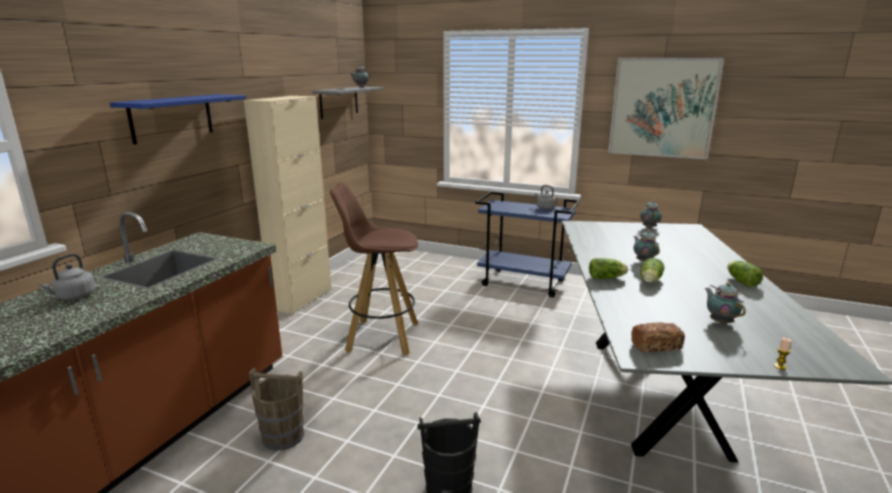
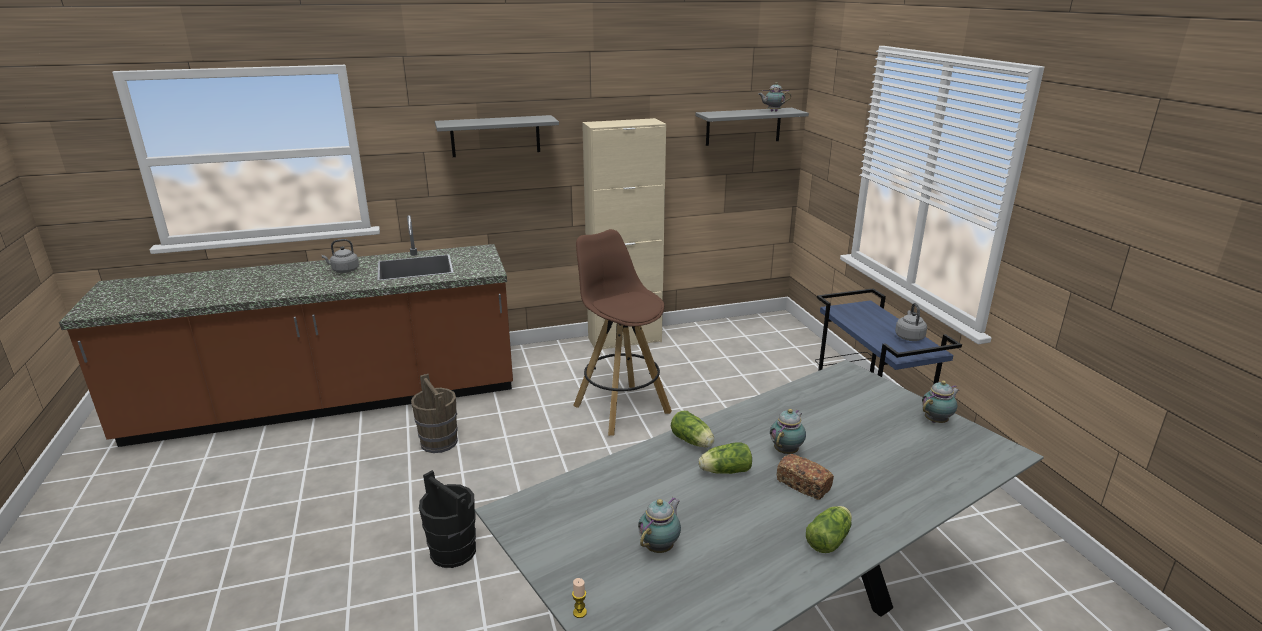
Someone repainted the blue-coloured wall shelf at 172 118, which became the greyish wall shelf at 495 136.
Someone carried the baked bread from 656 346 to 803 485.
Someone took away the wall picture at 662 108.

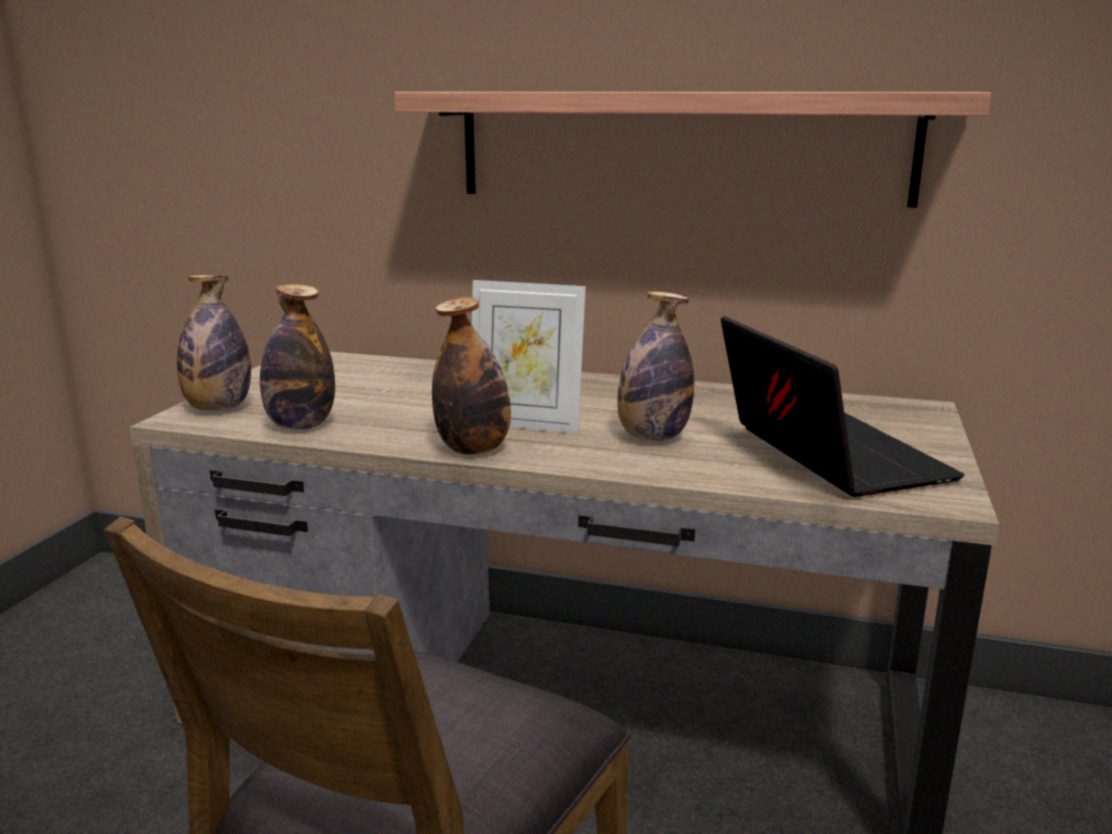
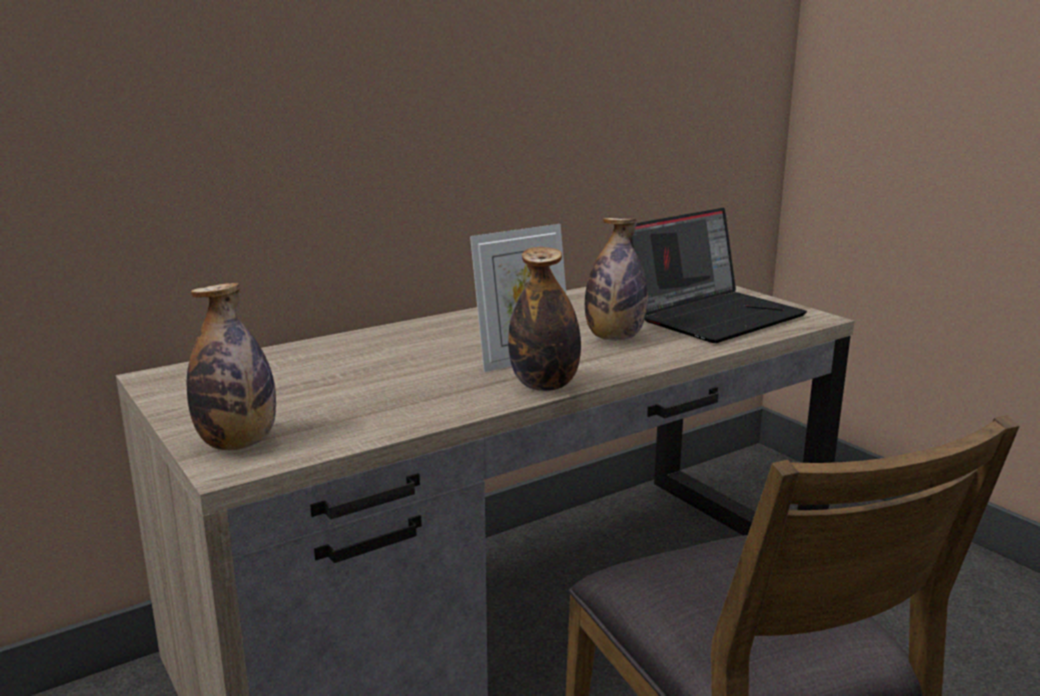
Someone rotated the portable computer at 826 455 by 120 degrees clockwise.
Someone took away the beverage bottle at 301 425.
Someone took away the wall shelf at 680 146.

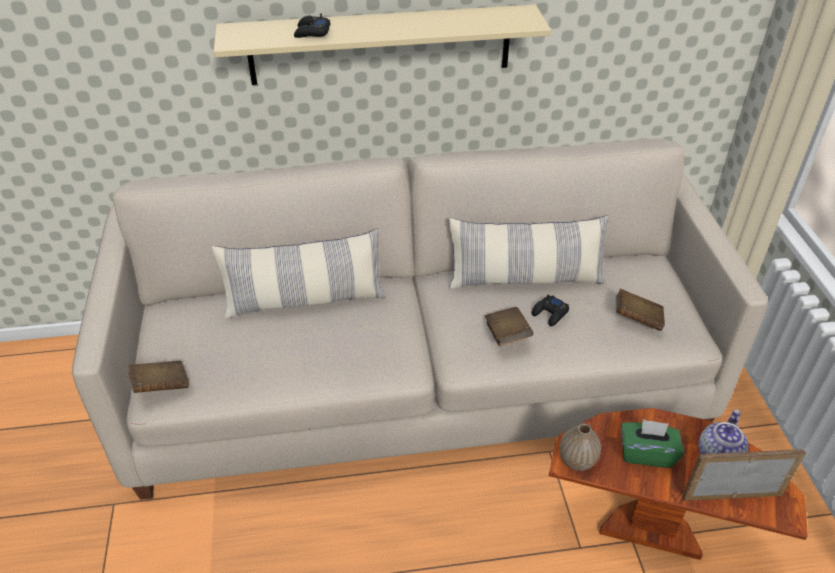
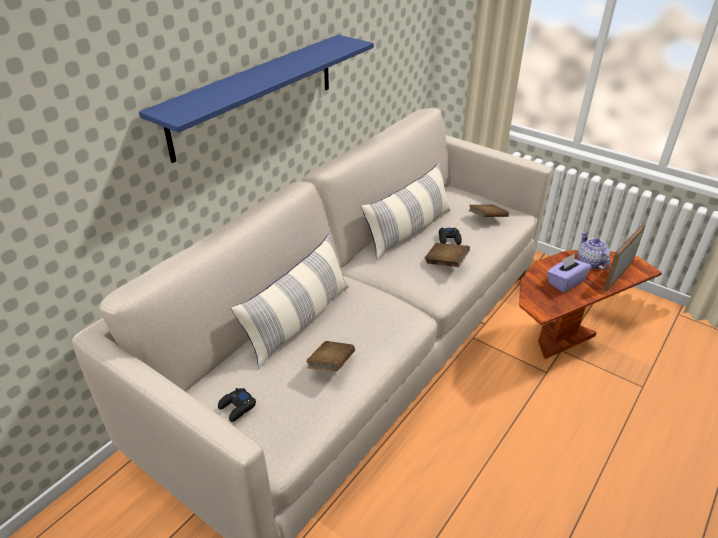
Someone repainted the beige wall shelf at 380 45, which became the blue-coloured wall shelf at 255 95.
Someone carried the black game controller from 312 32 to 237 407.
Someone carried the brown-coloured volume from 161 386 to 331 365.
Someone repainted the green-coloured box of tissues at 646 453, which became the purplish box of tissues at 565 282.
Someone took away the vase at 577 461.

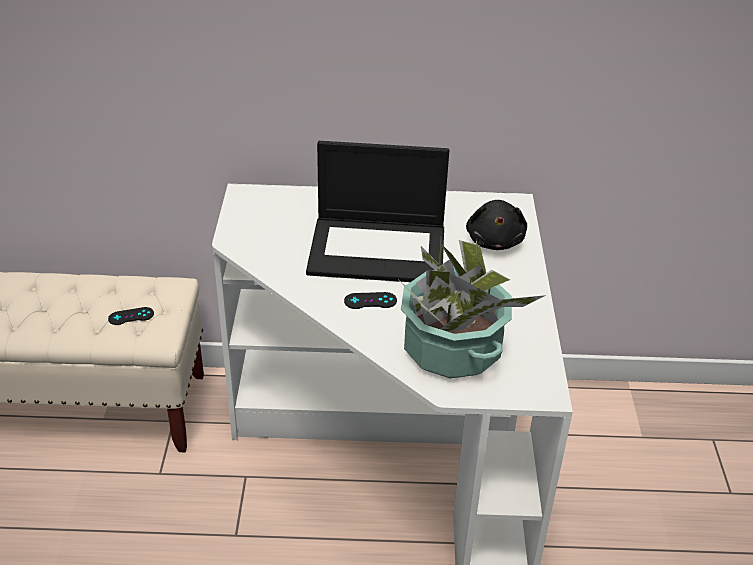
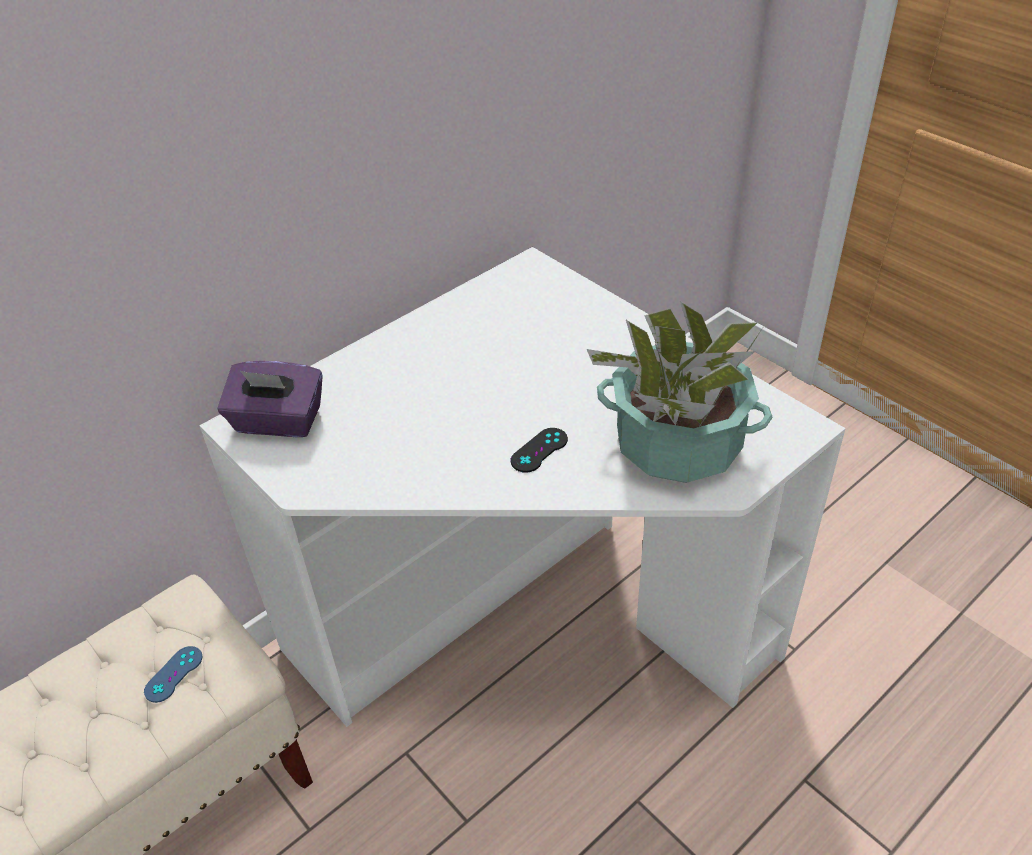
Someone repainted the black game controller at 131 316, which became the blue-coloured game controller at 174 674.
Someone put down the purplish box of tissues at 278 421.
Someone took away the portable computer at 379 249.
Someone took away the black plush toy at 495 241.

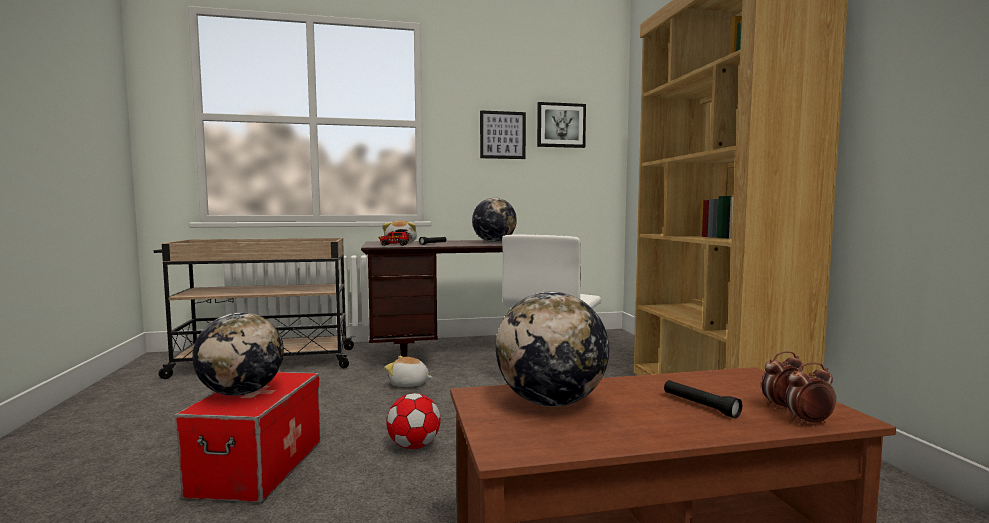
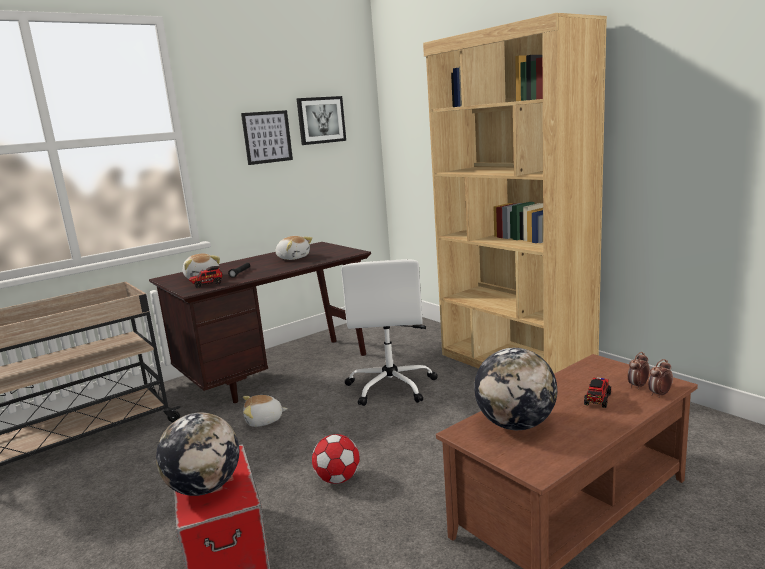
Someone swapped the world globe at 494 242 for the plush toy at 293 258.
Someone swapped the black hand torch at 700 405 for the model truck at 598 399.

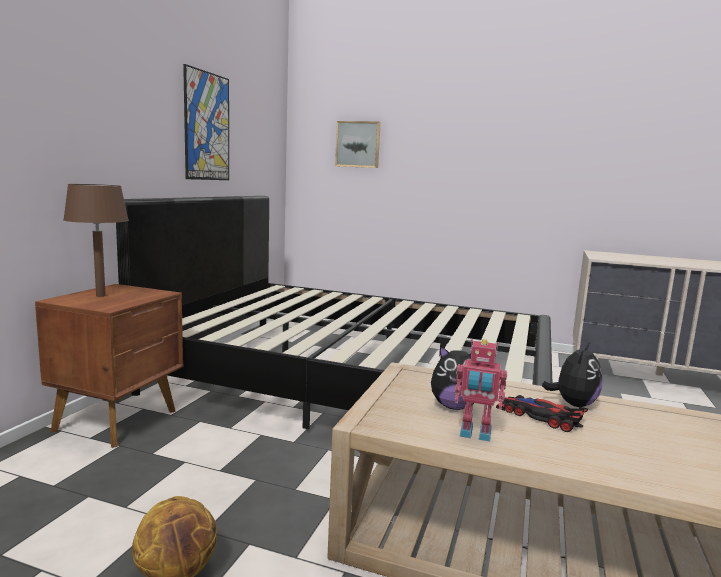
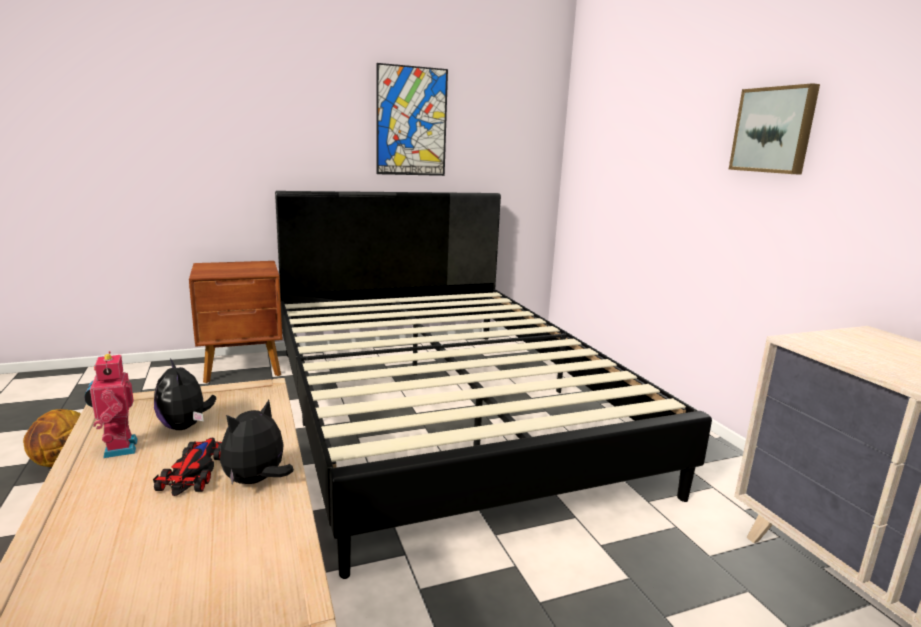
Someone rotated the plush toy at 573 404 by 135 degrees clockwise.
Someone carried the wall picture from 358 144 to 774 130.
Someone took away the brown-coloured lamp for a table at 100 296.

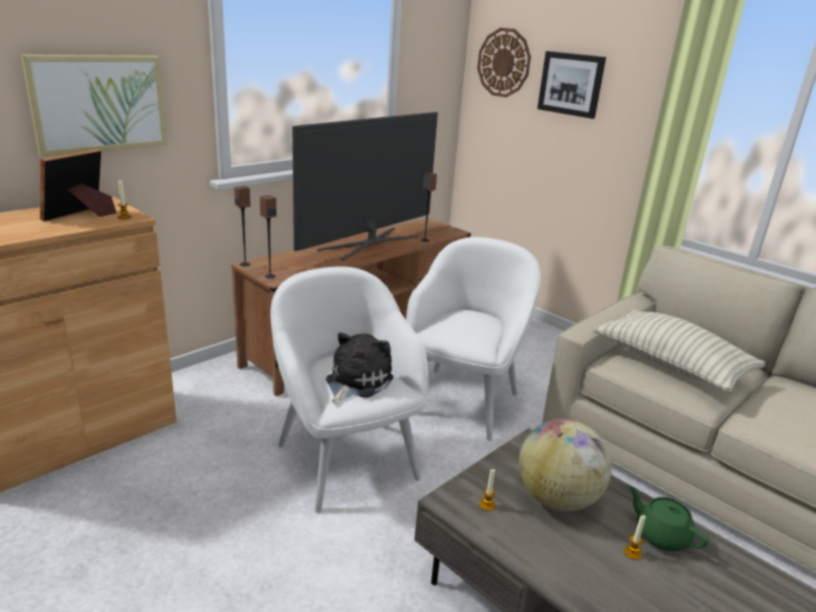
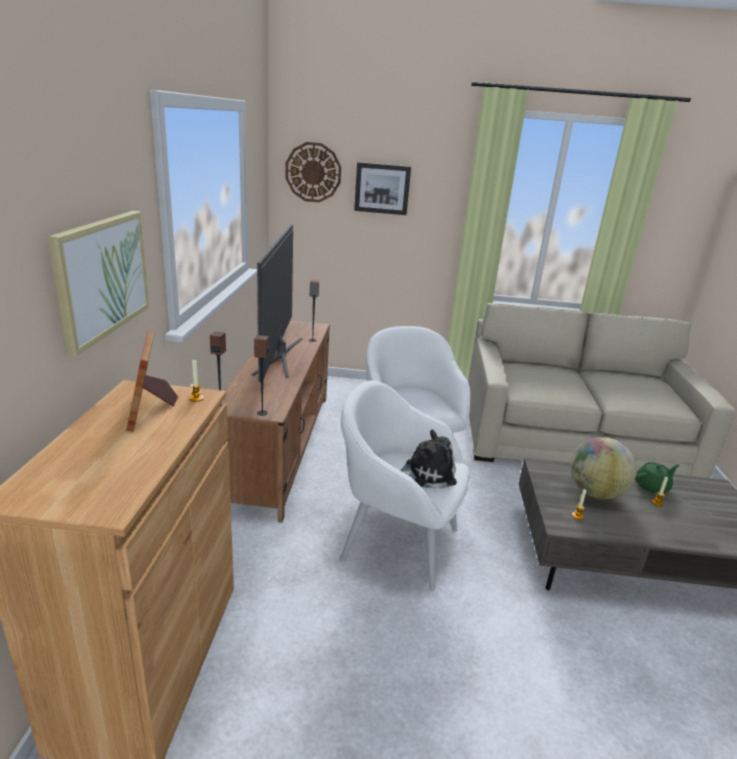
Someone rotated the plush toy at 356 381 by 90 degrees clockwise.
Someone rotated the green-coloured tea pot at 661 535 by 150 degrees clockwise.
Someone took away the cushion at 671 365.

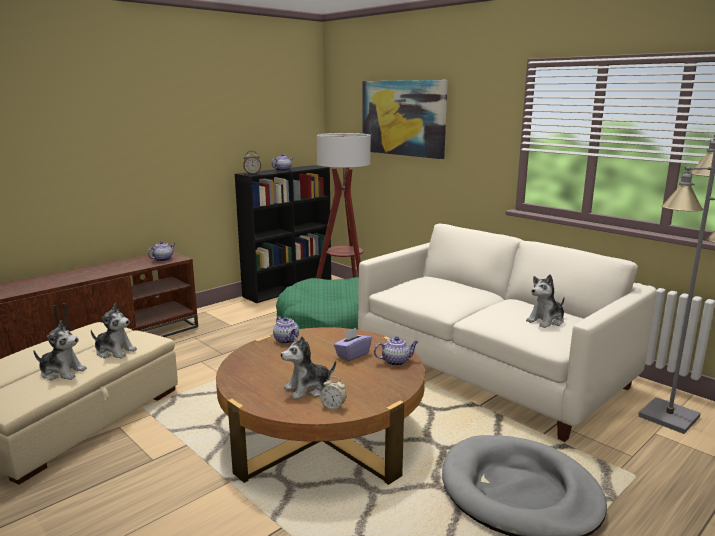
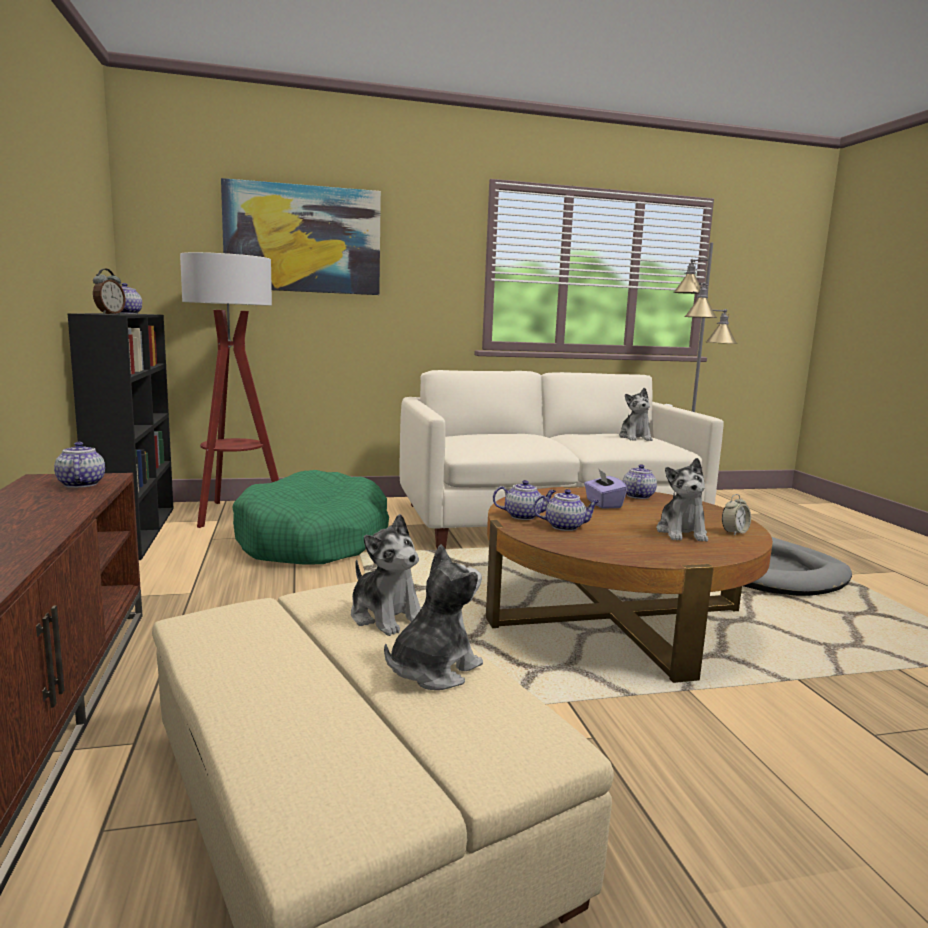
Someone rotated the plush toy at 115 351 by 90 degrees clockwise.
Someone put down the tea pot at 565 527.

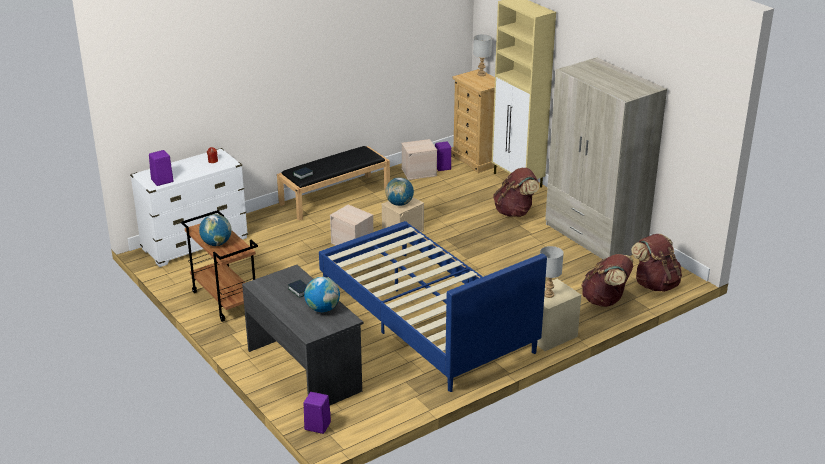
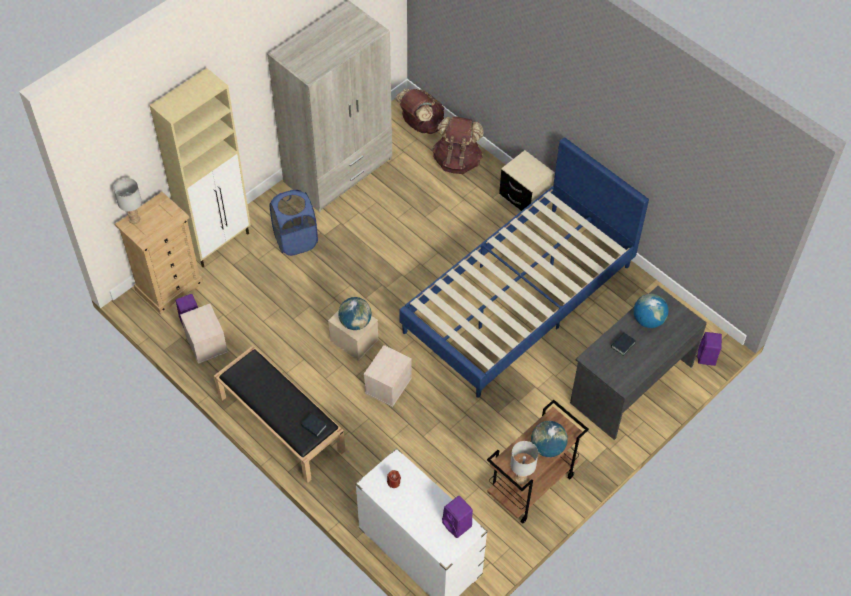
Someone swapped the brown-coloured rucksack at 515 212 for the blue-coloured washing basket at 296 240.
Someone carried the greyish lamp for a table from 549 295 to 521 478.

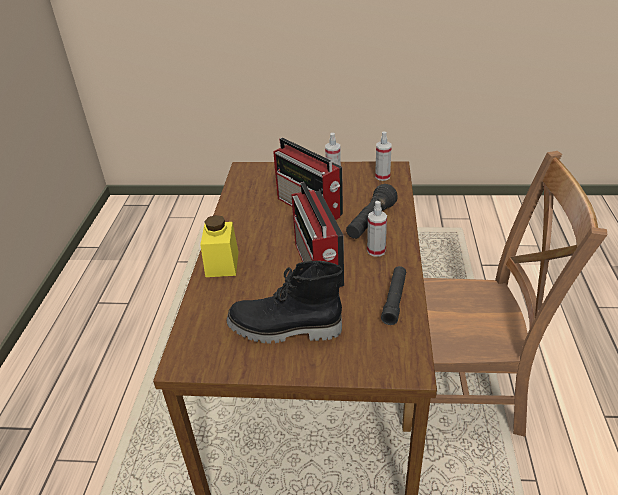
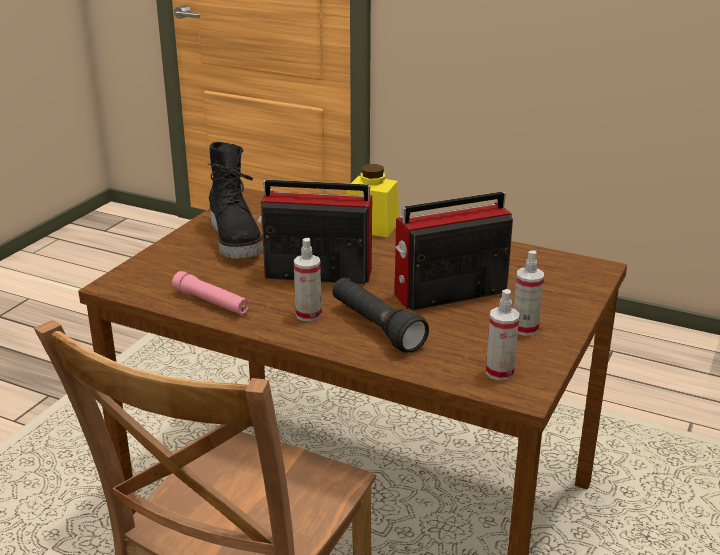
Someone repainted the black hand torch at 394 299, which became the pinkish hand torch at 211 302.
Someone rotated the black boot at 284 330 by 135 degrees clockwise.

